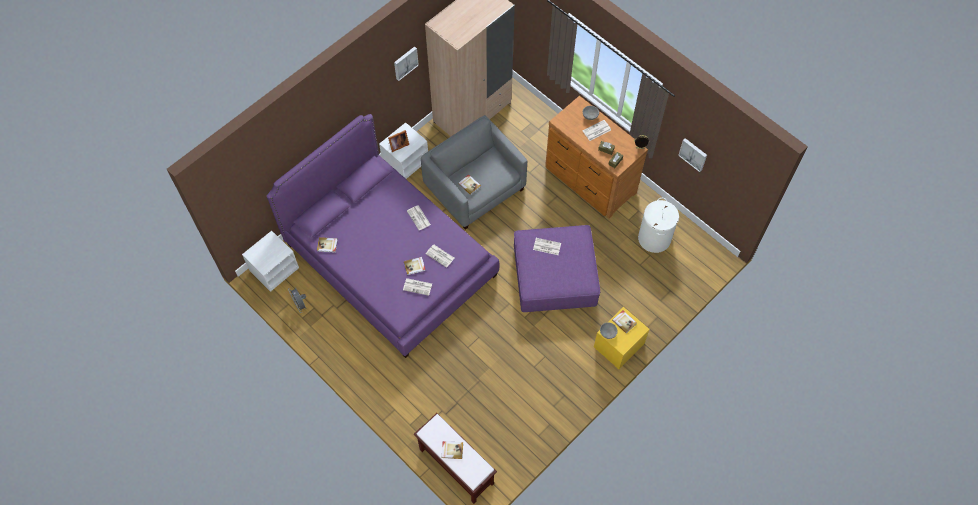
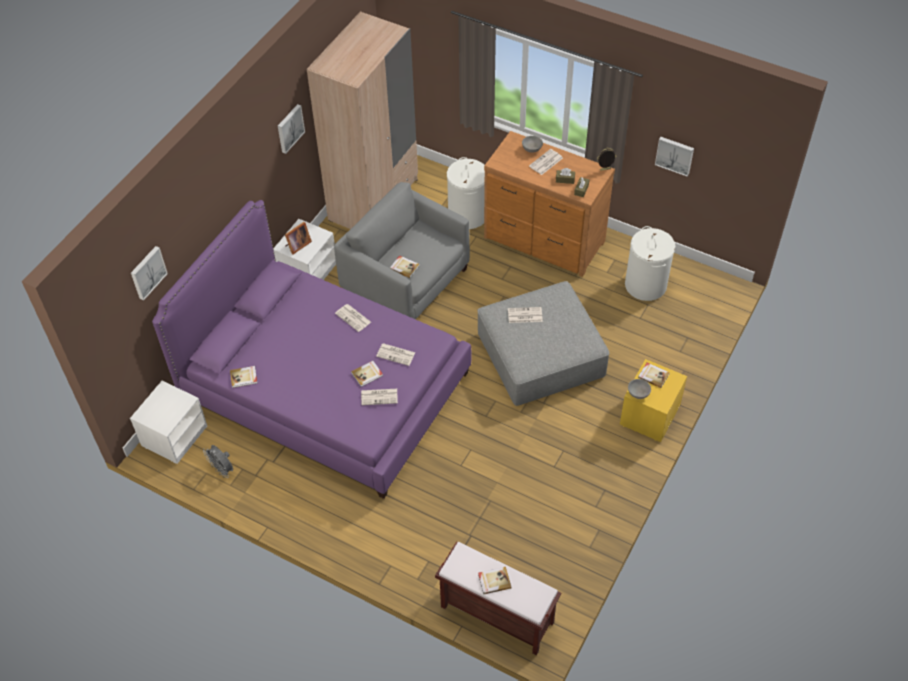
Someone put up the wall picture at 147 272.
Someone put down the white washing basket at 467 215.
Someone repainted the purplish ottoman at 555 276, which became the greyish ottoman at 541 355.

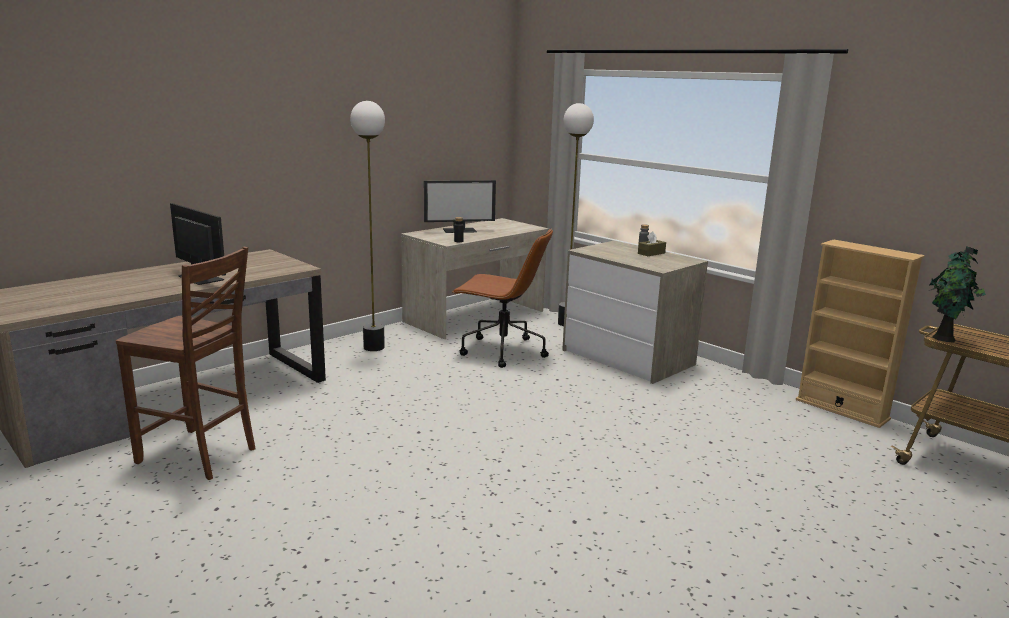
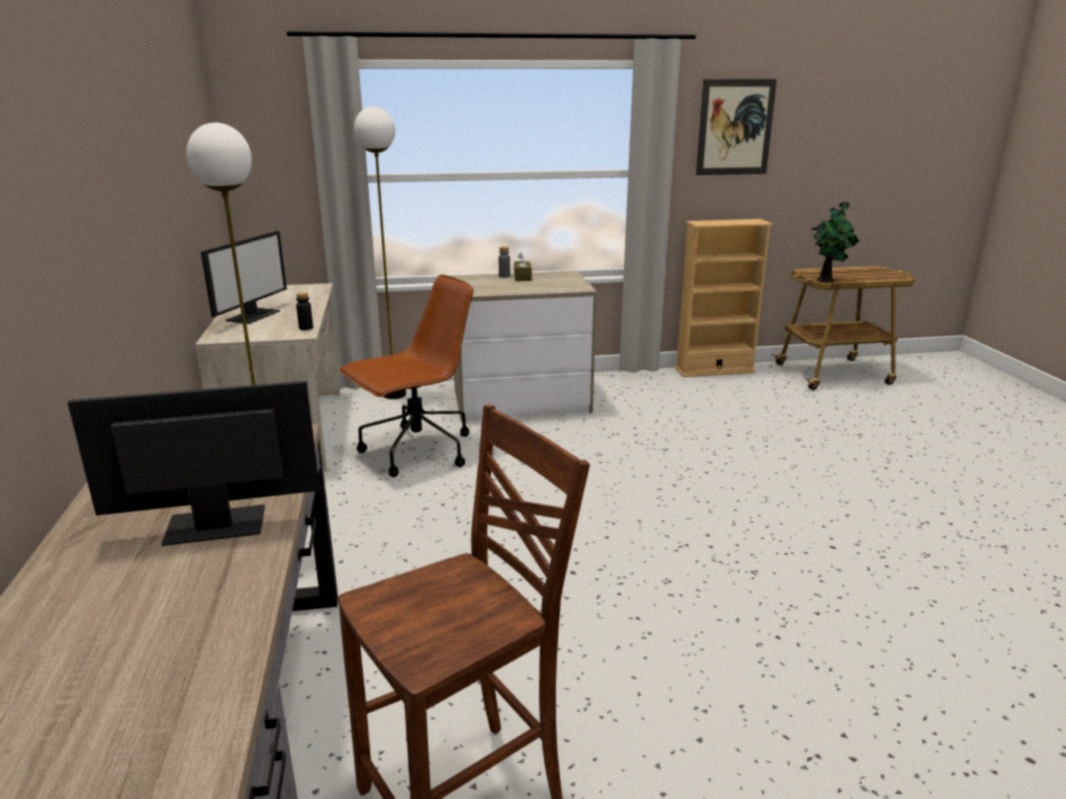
Someone put up the wall picture at 735 127.

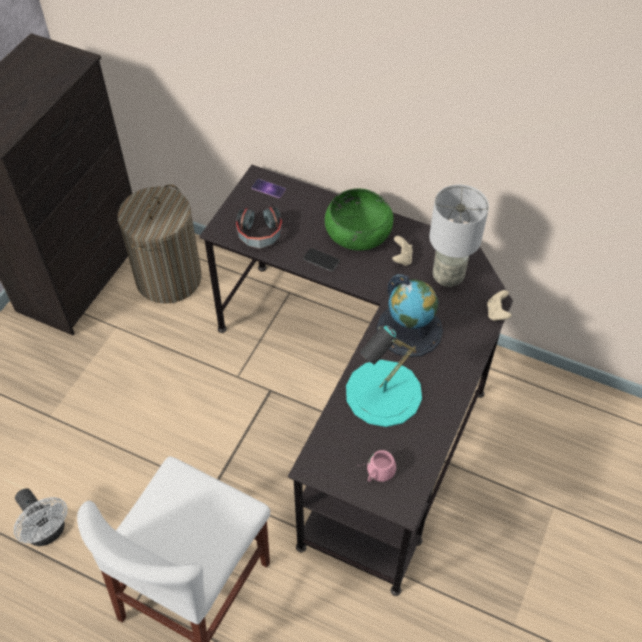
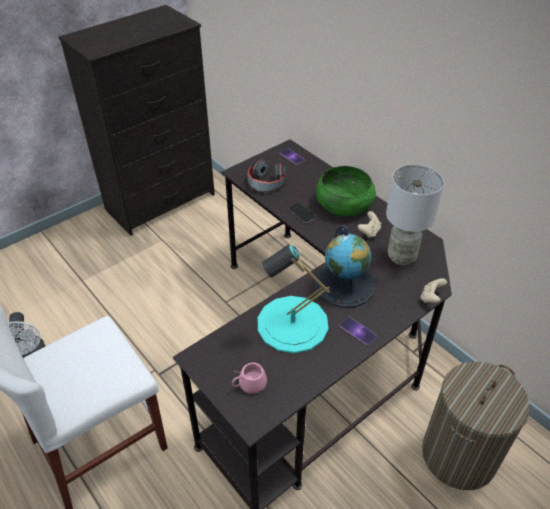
Someone put down the handset at 358 331.
Someone carried the washing basket from 168 278 to 458 455.

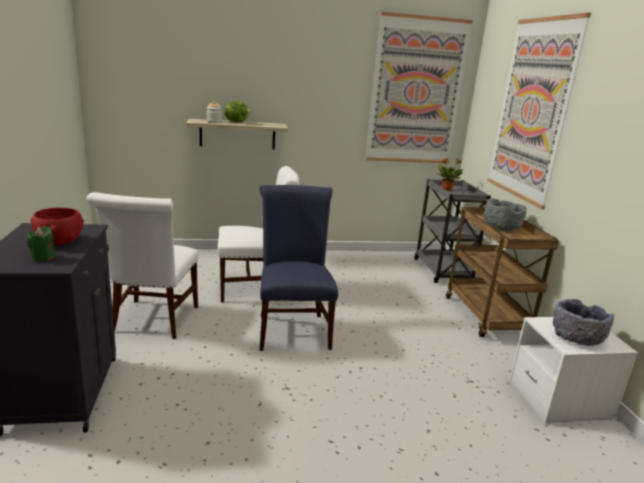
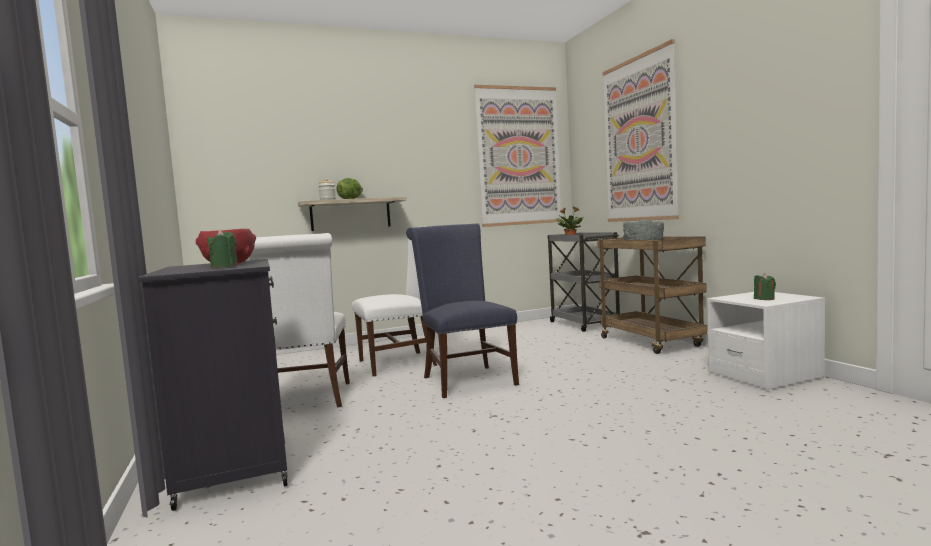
Someone swapped the greyish bowl at 576 337 for the green-coloured candle at 764 299.

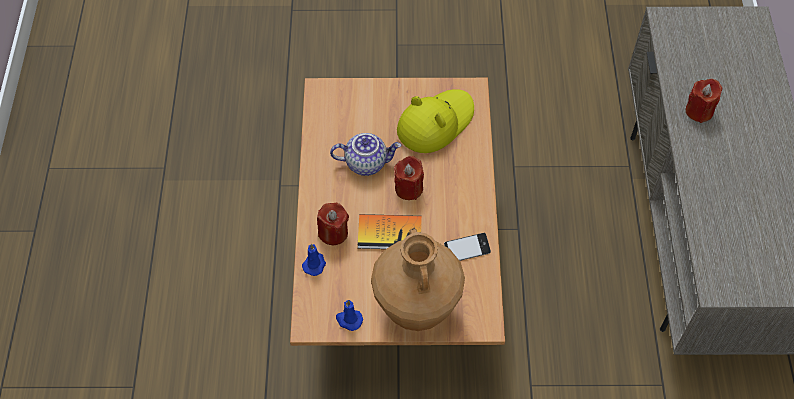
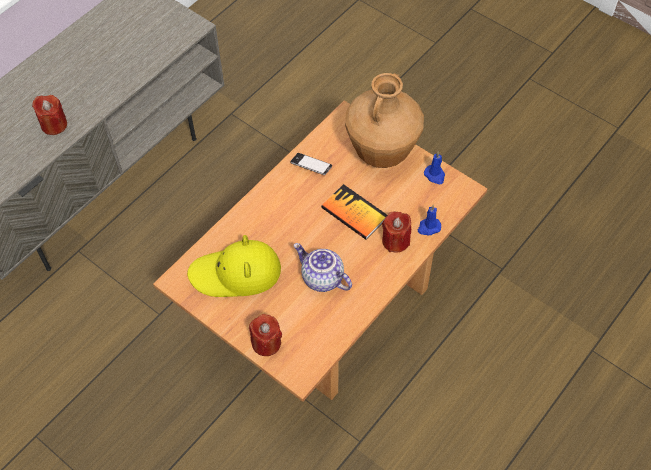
Someone carried the red candle from 409 188 to 266 343.

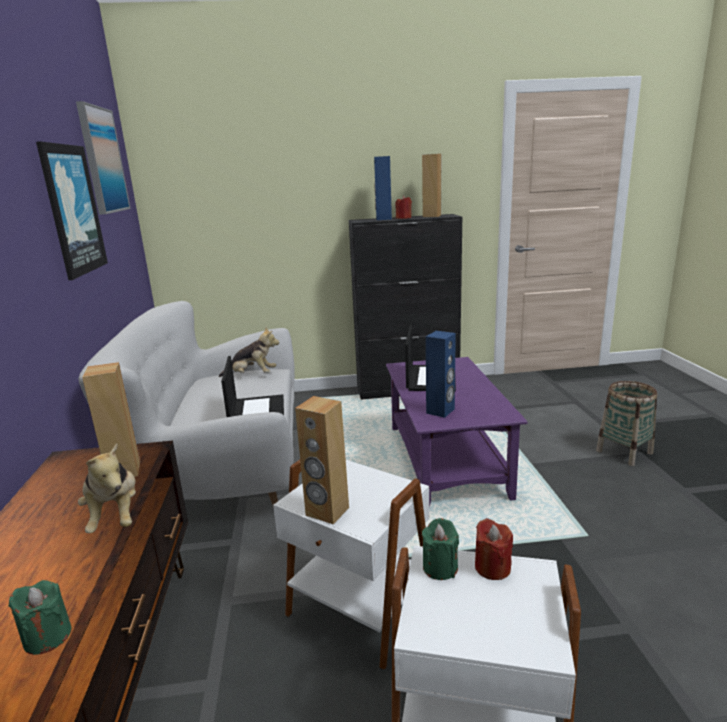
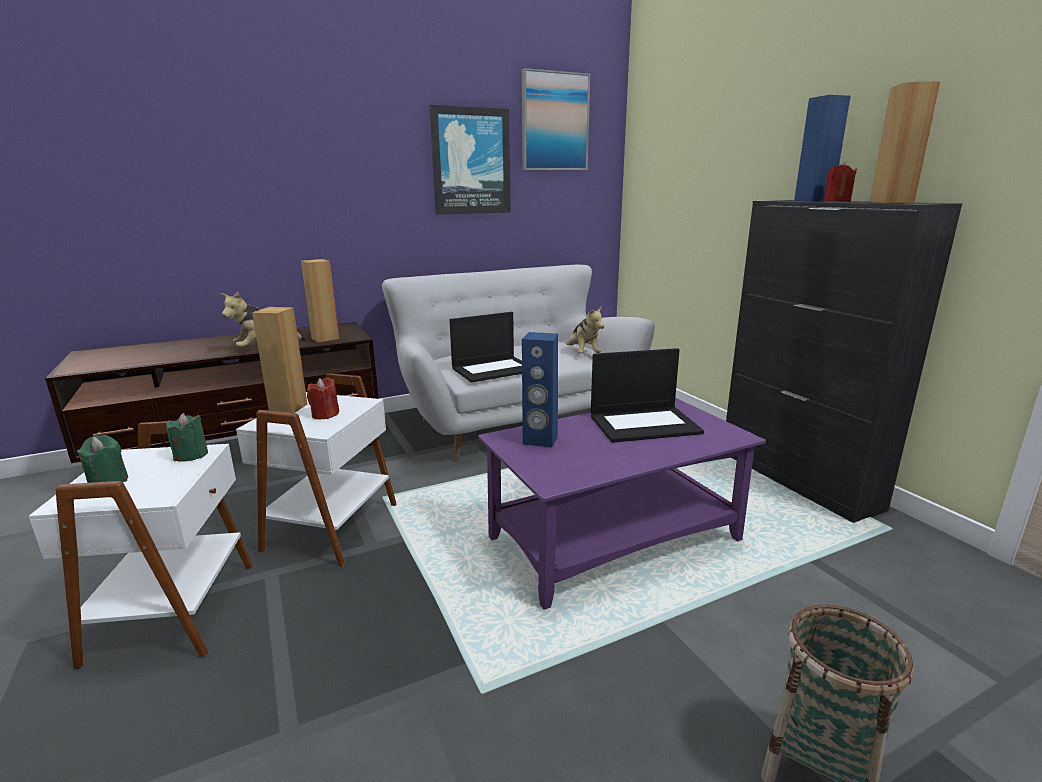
Someone carried the green-coloured candle from 47 637 to 108 482.
Someone carried the red candle from 492 567 to 325 414.

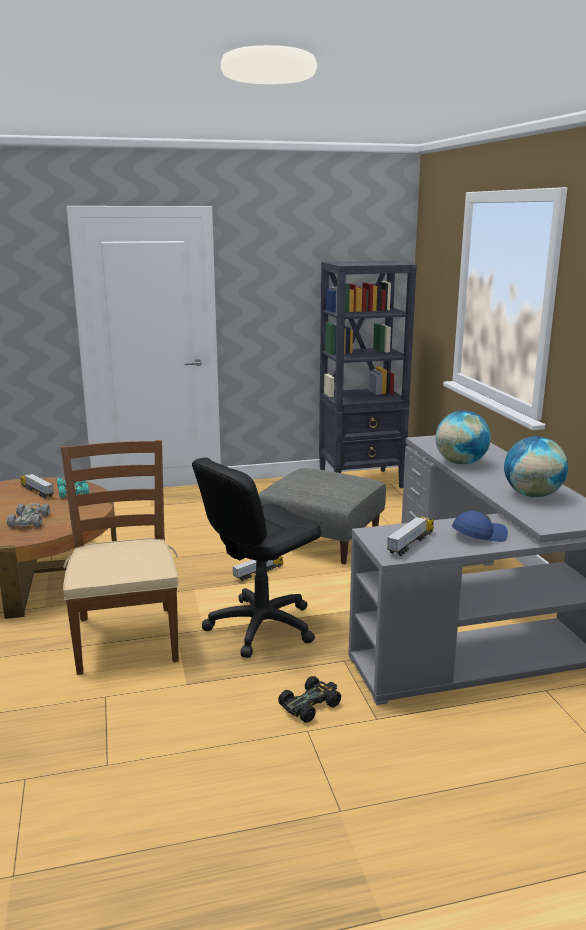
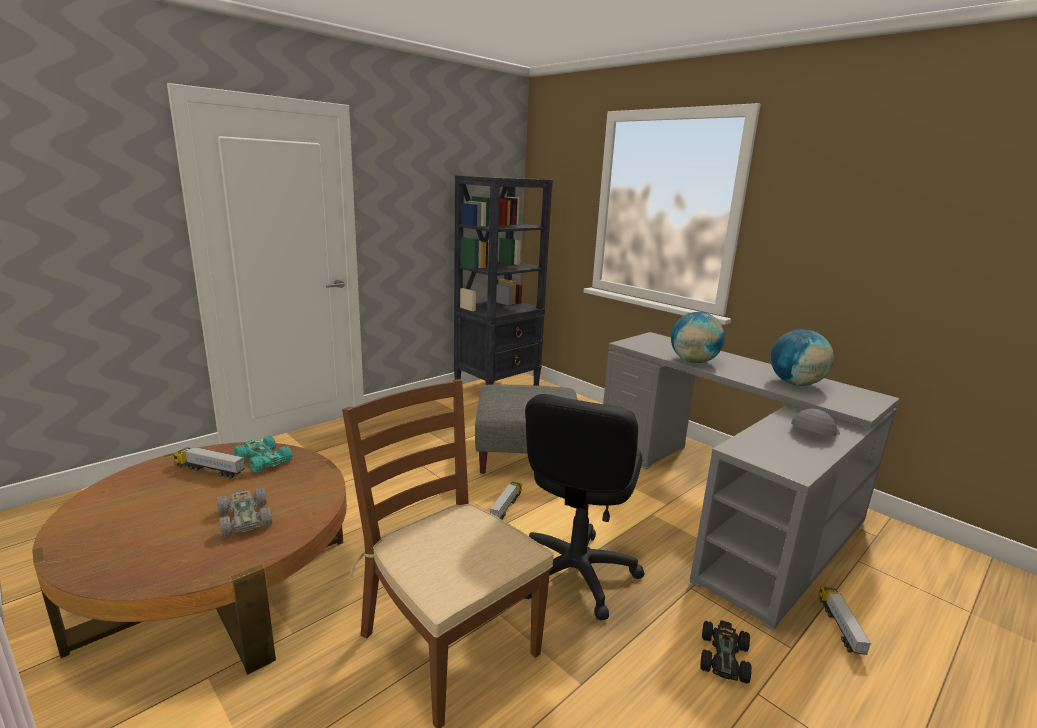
Someone repainted the blue-coloured baseball cap at 478 535, which became the greyish baseball cap at 813 431.
Someone carried the model truck from 410 543 to 839 626.

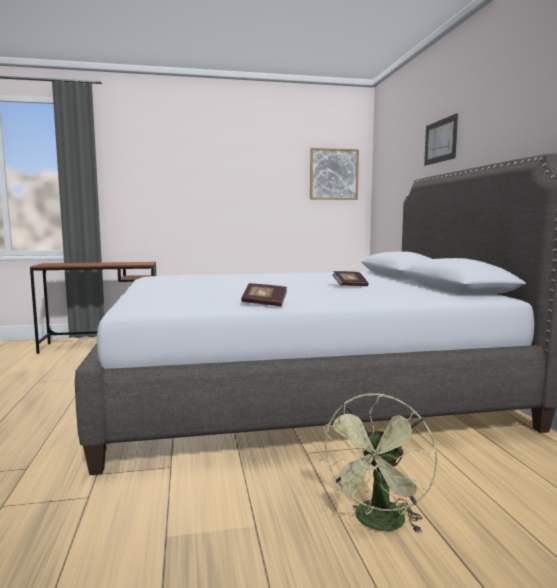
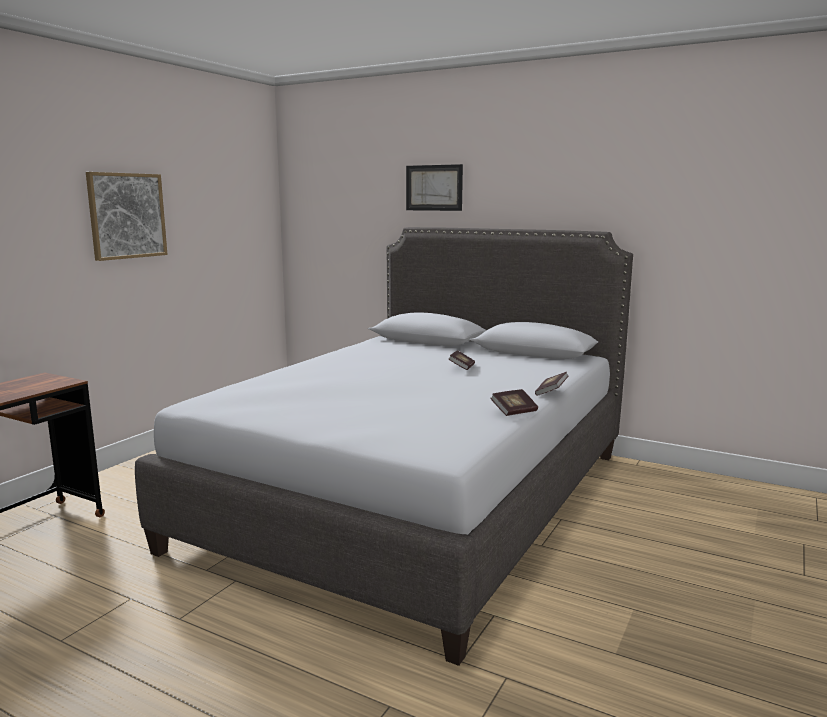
Someone carried the wall picture from 333 174 to 127 216.
Someone put down the volume at 551 392.
Someone took away the green-coloured fan at 378 524.

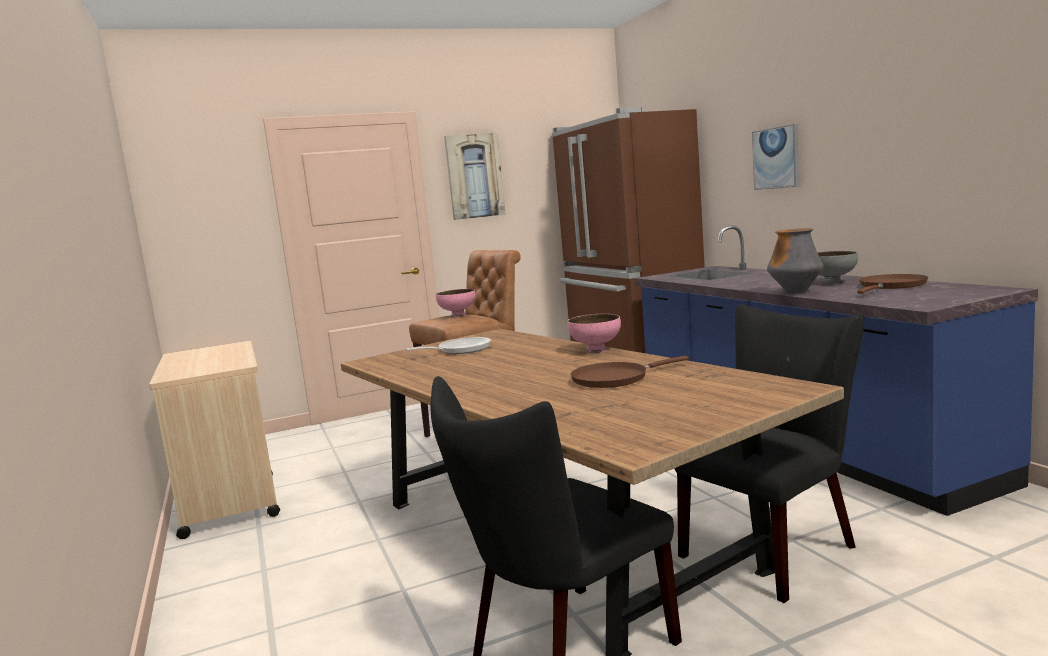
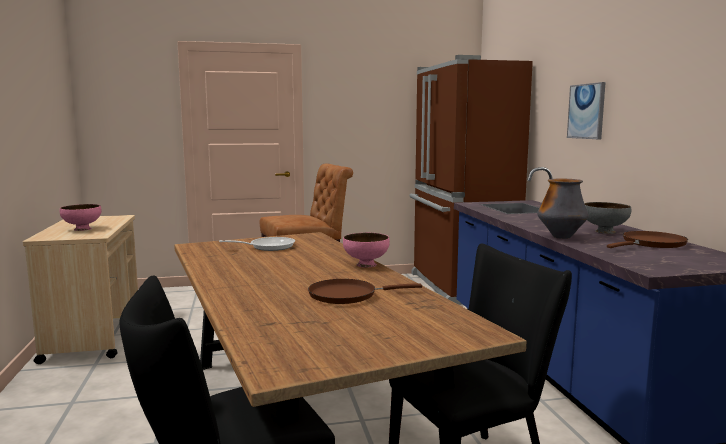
Someone carried the pinkish bowl from 457 315 to 82 229.
Someone took away the wall picture at 474 176.

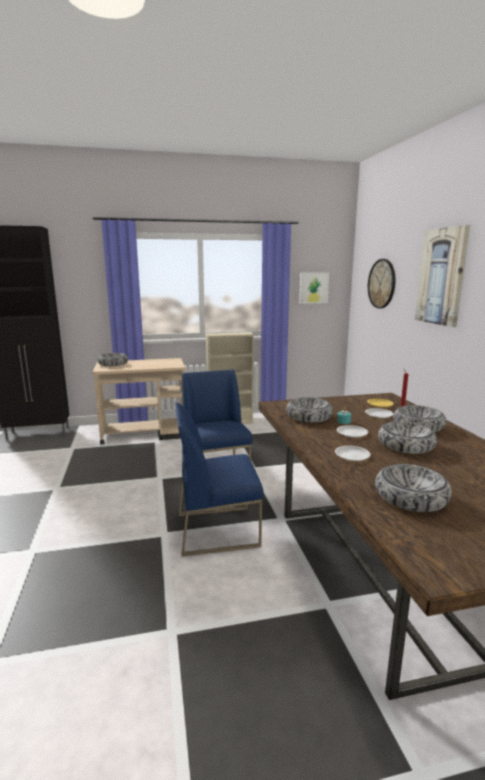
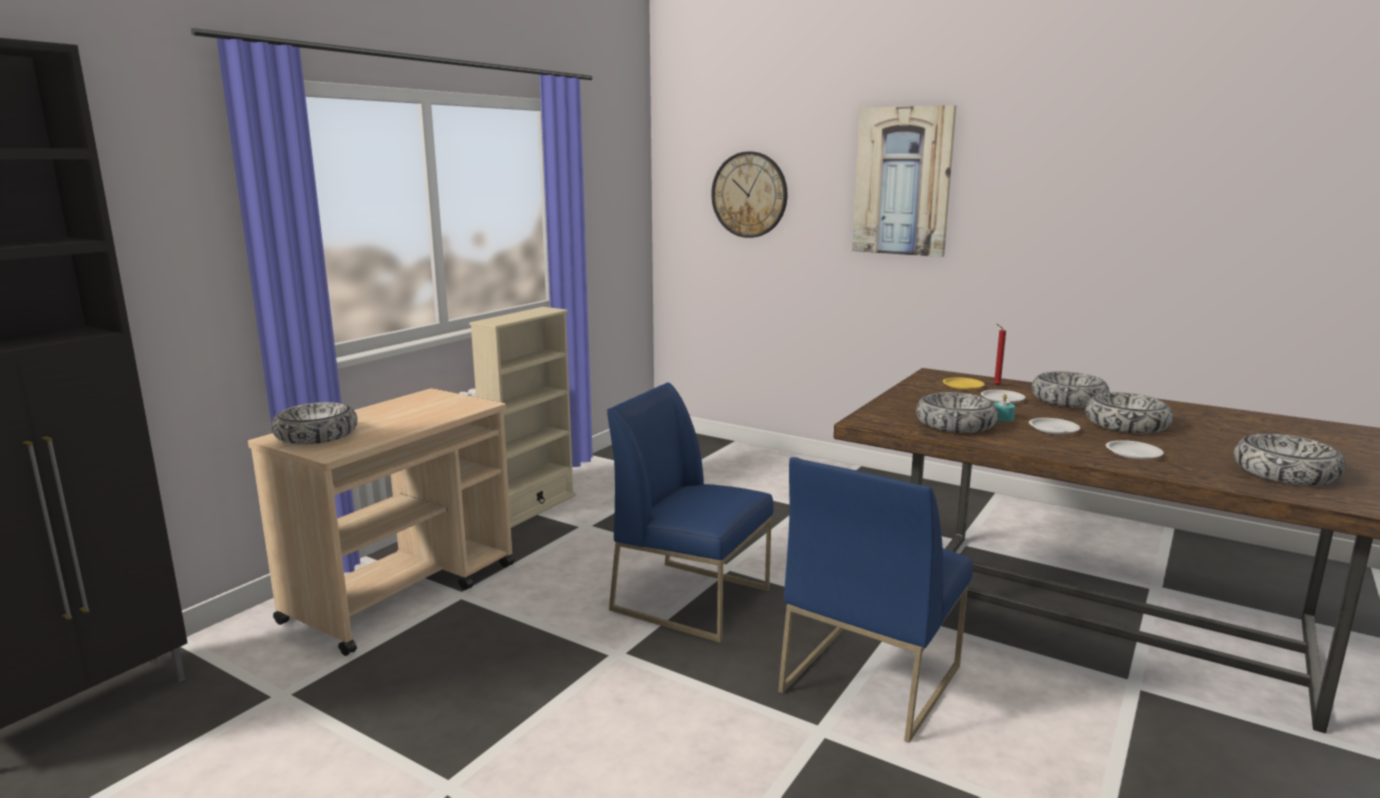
Someone took away the wall picture at 313 287.

